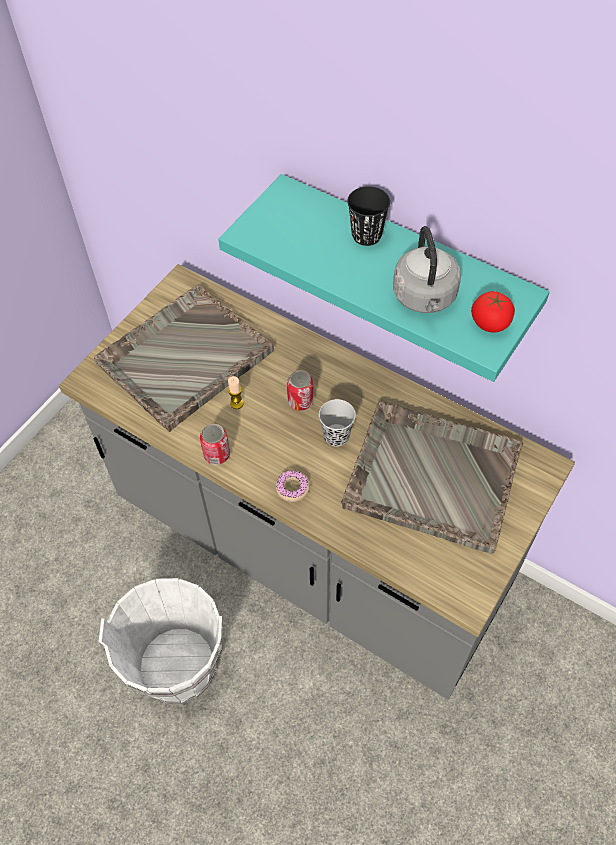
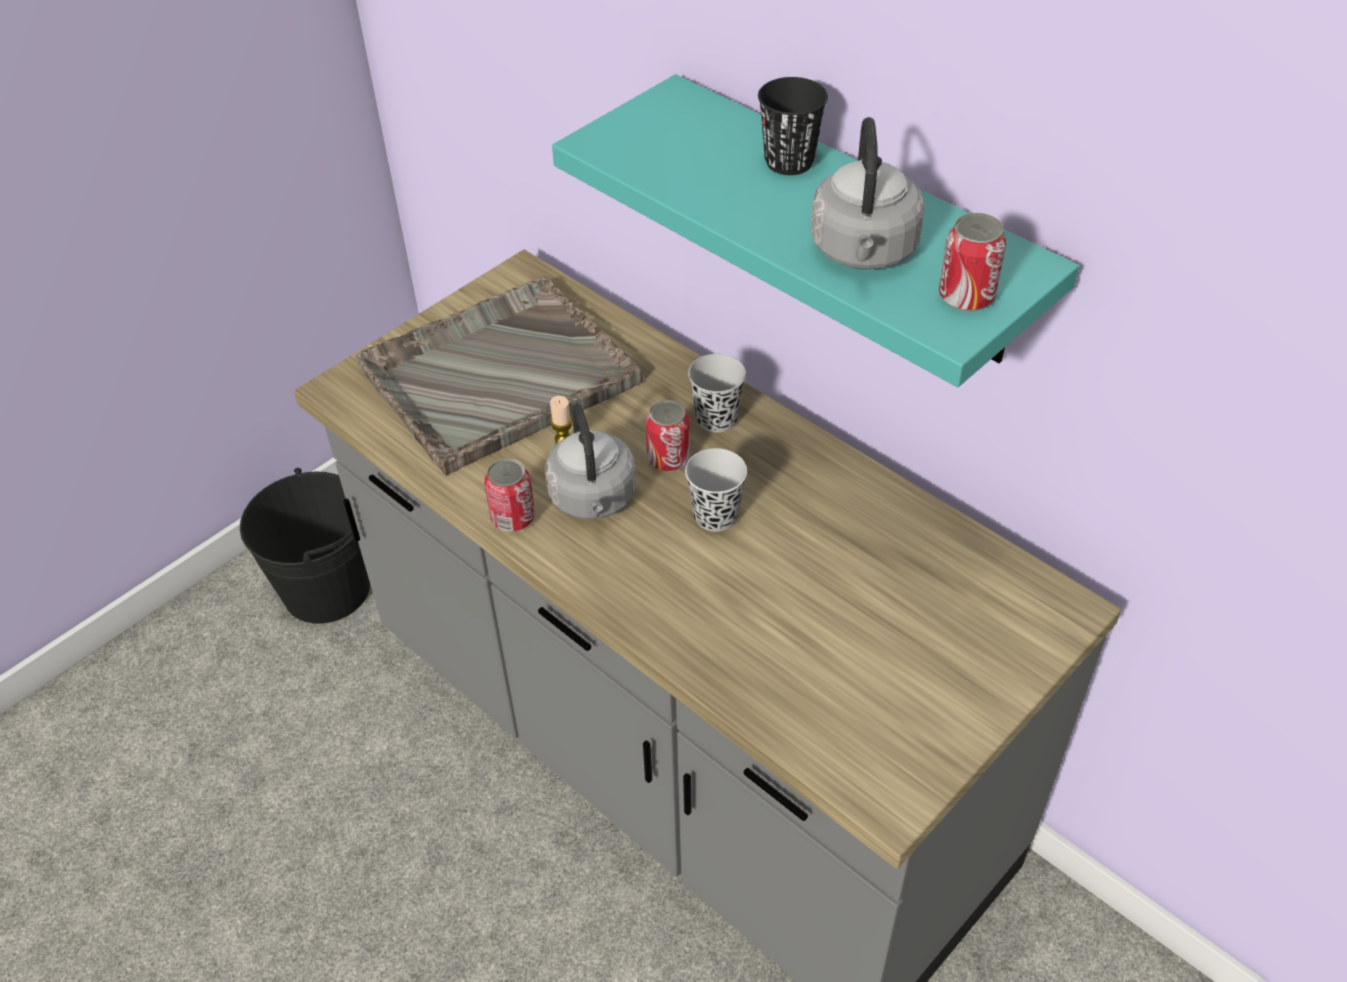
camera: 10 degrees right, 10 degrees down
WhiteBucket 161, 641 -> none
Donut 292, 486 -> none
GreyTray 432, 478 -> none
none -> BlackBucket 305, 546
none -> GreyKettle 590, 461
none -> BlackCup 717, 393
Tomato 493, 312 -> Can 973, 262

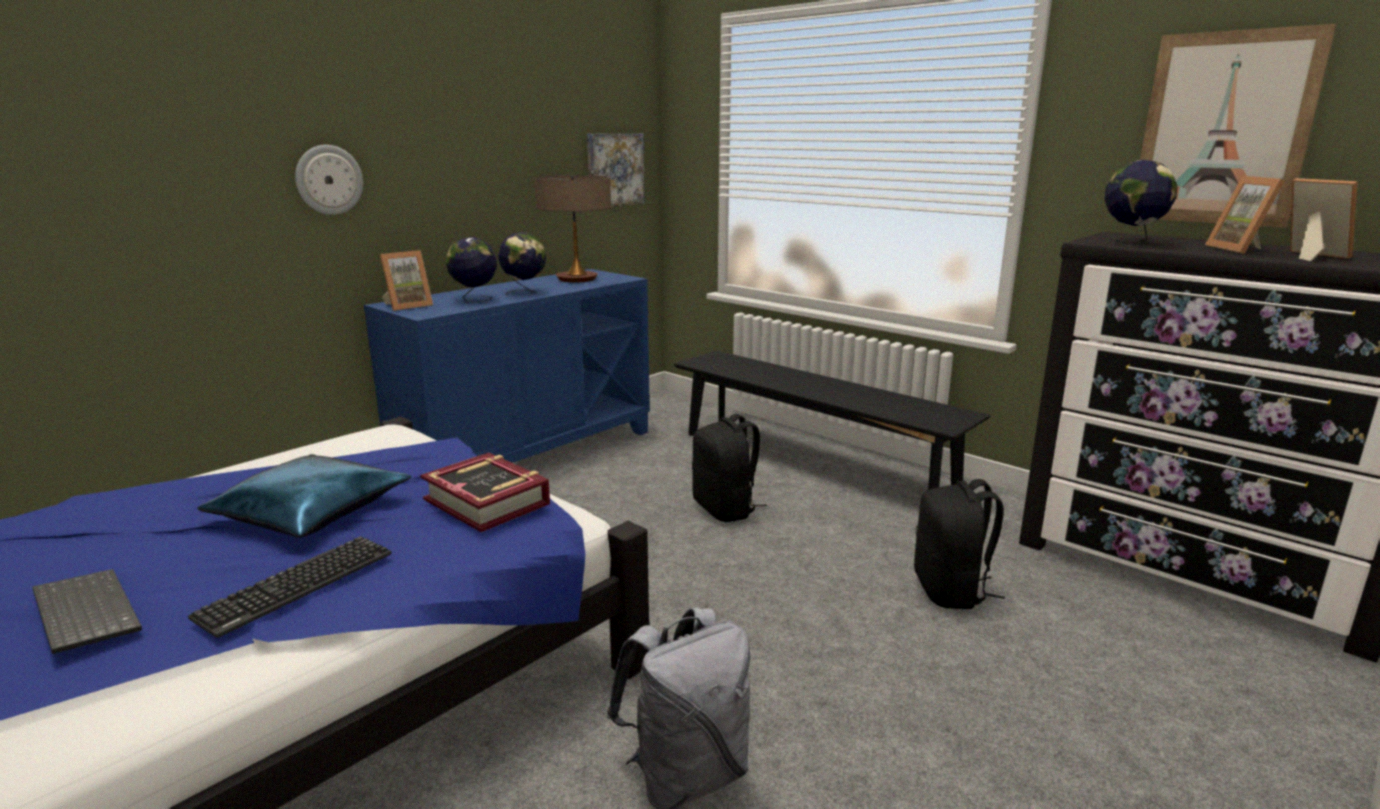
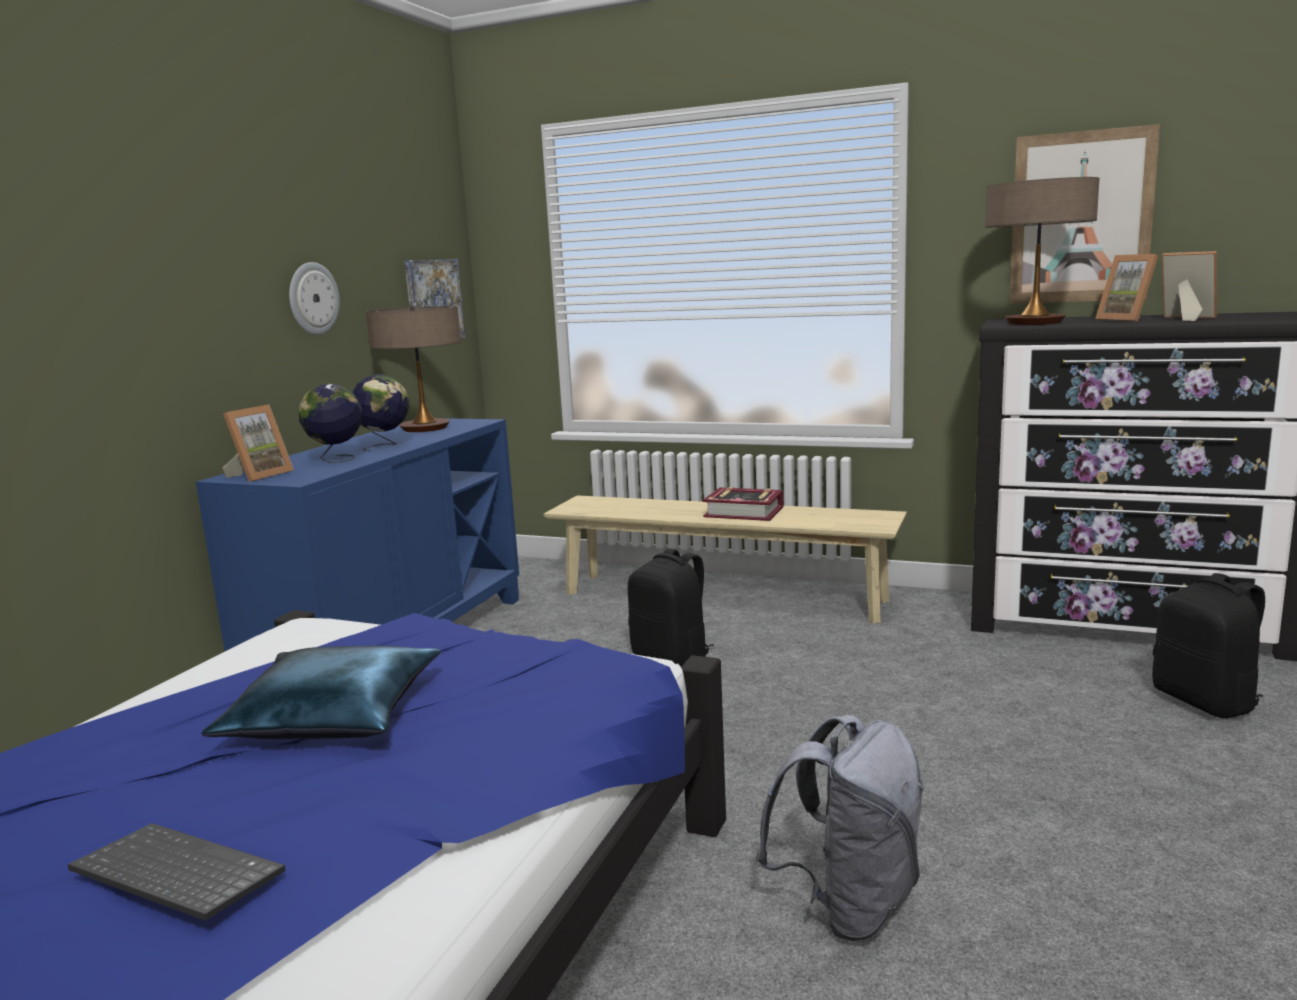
camera: 20 degrees left, 5 degrees down
Keyboard 290, 587 -> none
WallClock 329, 180 -> WallClock 314, 298, relocated
Book 485, 492 -> Book 743, 504, relocated
BlackBackpack 959, 544 -> BlackBackpack 1208, 645, relocated
Globe 1141, 203 -> TableLamp 1042, 251
BlackBench 832, 420 -> BeigeBench 725, 559

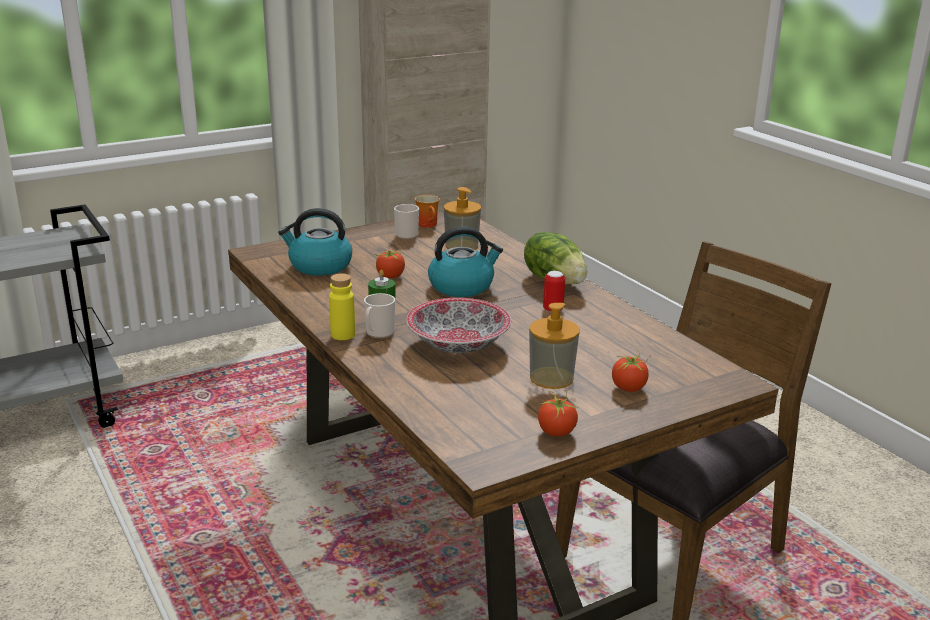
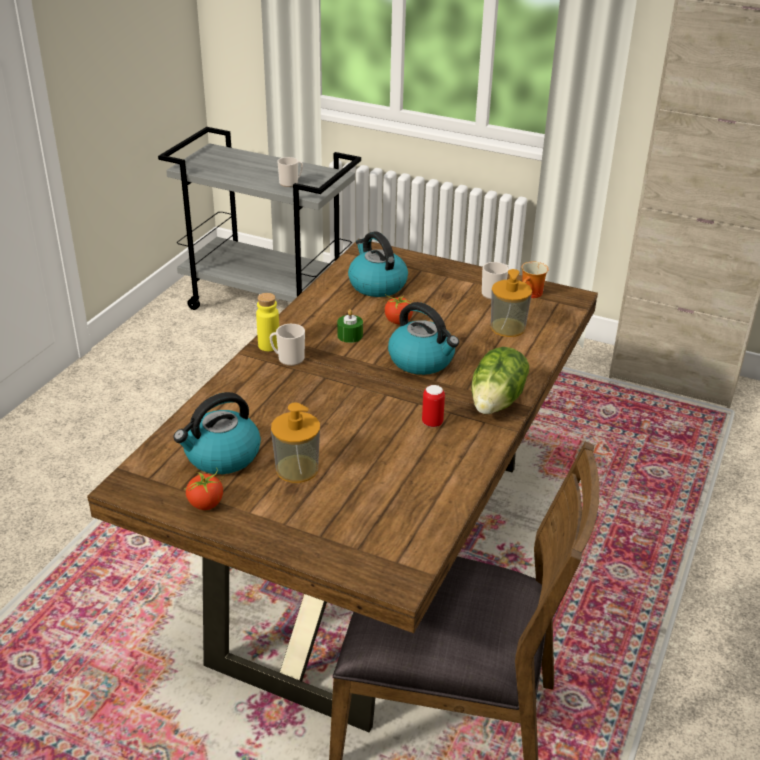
camera: 55 degrees right, 10 degrees up
Bowl 458, 325 -> none
Tomato 631, 371 -> none
none -> Kettle 217, 433
none -> Mug 290, 172

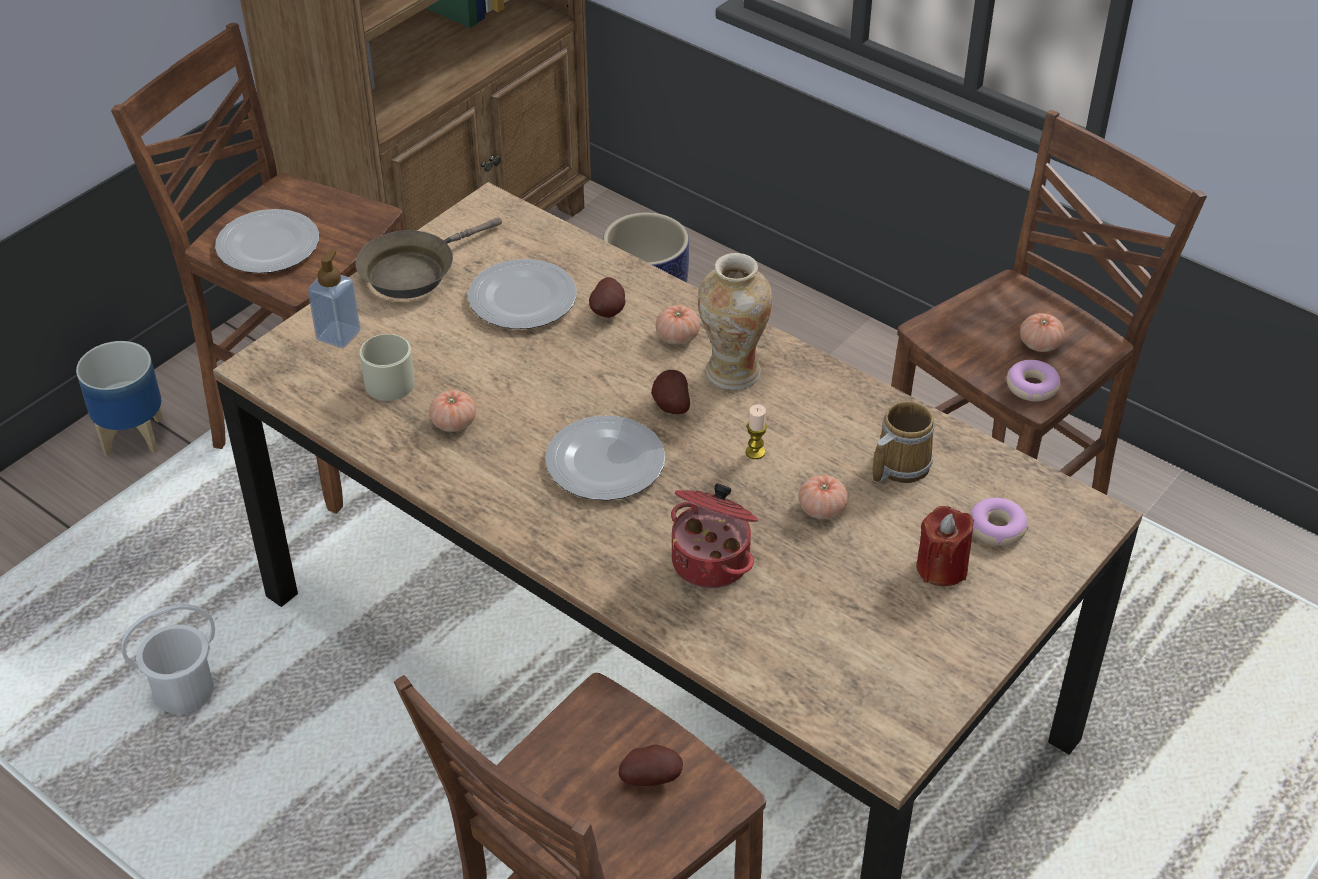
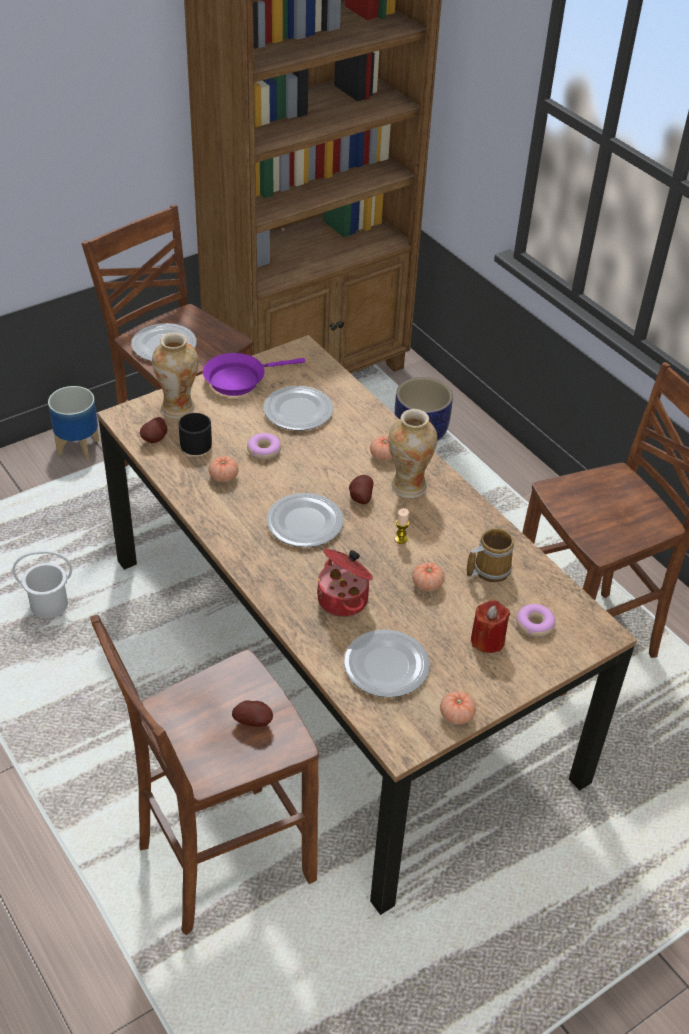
camera: 15 degrees right, 0 degrees up
none -> Plate 387, 663
Potato 607, 297 -> Potato 153, 430, relocated
Donut 1034, 380 -> Donut 264, 446, relocated
Tomato 1042, 332 -> Tomato 458, 708, relocated
SoapDispenser 334, 299 -> Vase 175, 375
BrownFryingPan 429, 258 -> PurpleFryingPan 254, 374
BeigeMug 387, 367 -> BlackMug 195, 434

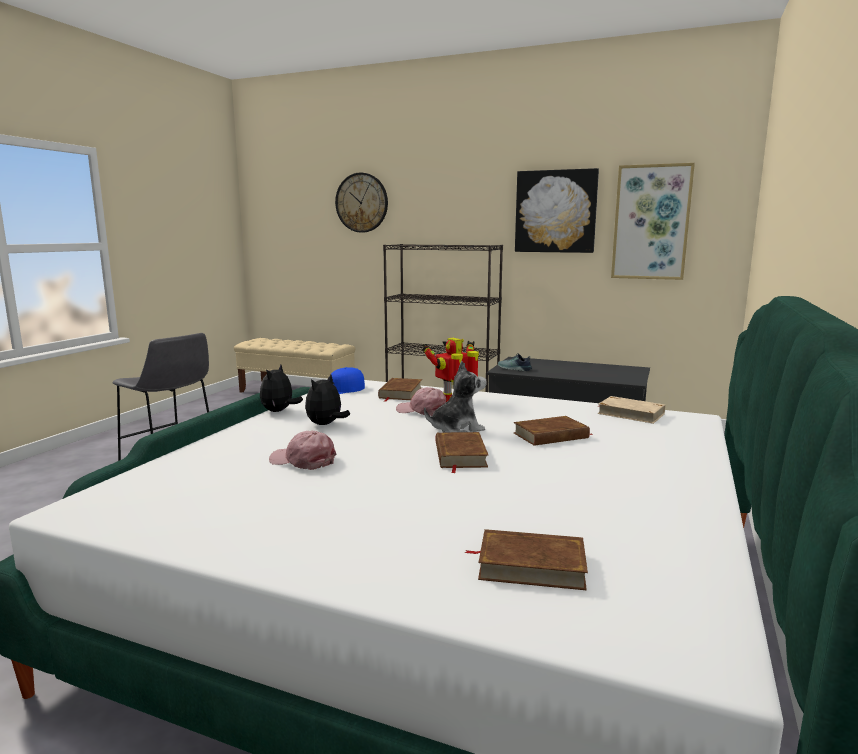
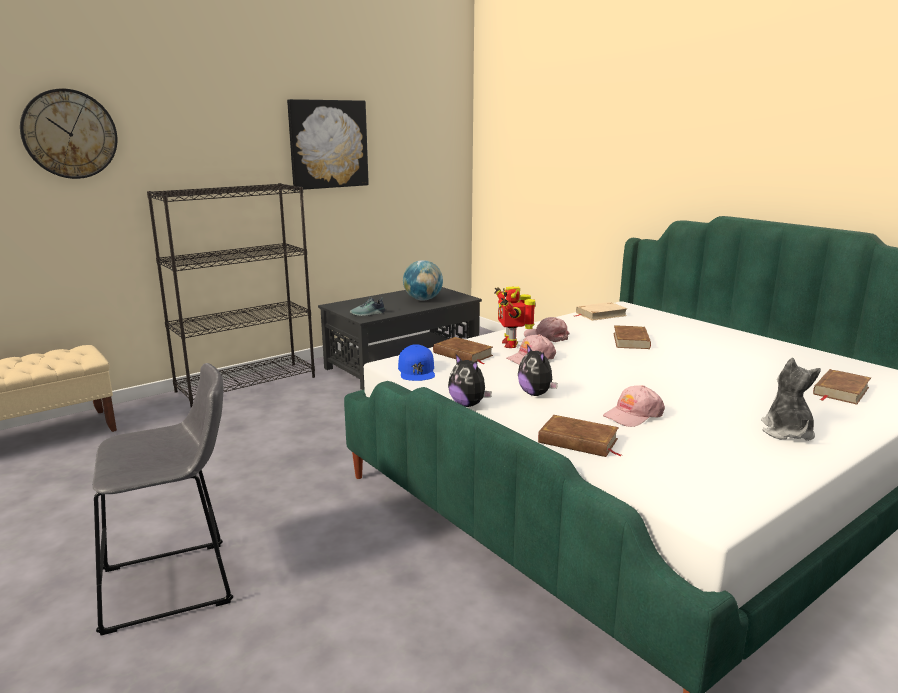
camera: 60 degrees left, 5 degrees up
Picture 653, 221 -> none
none -> Globe 423, 280
none -> PinkCap 547, 329
PlushToy 455, 396 -> PlushToy 791, 399, relocated
BrownBook 462, 452 -> BrownBook 579, 436, relocated

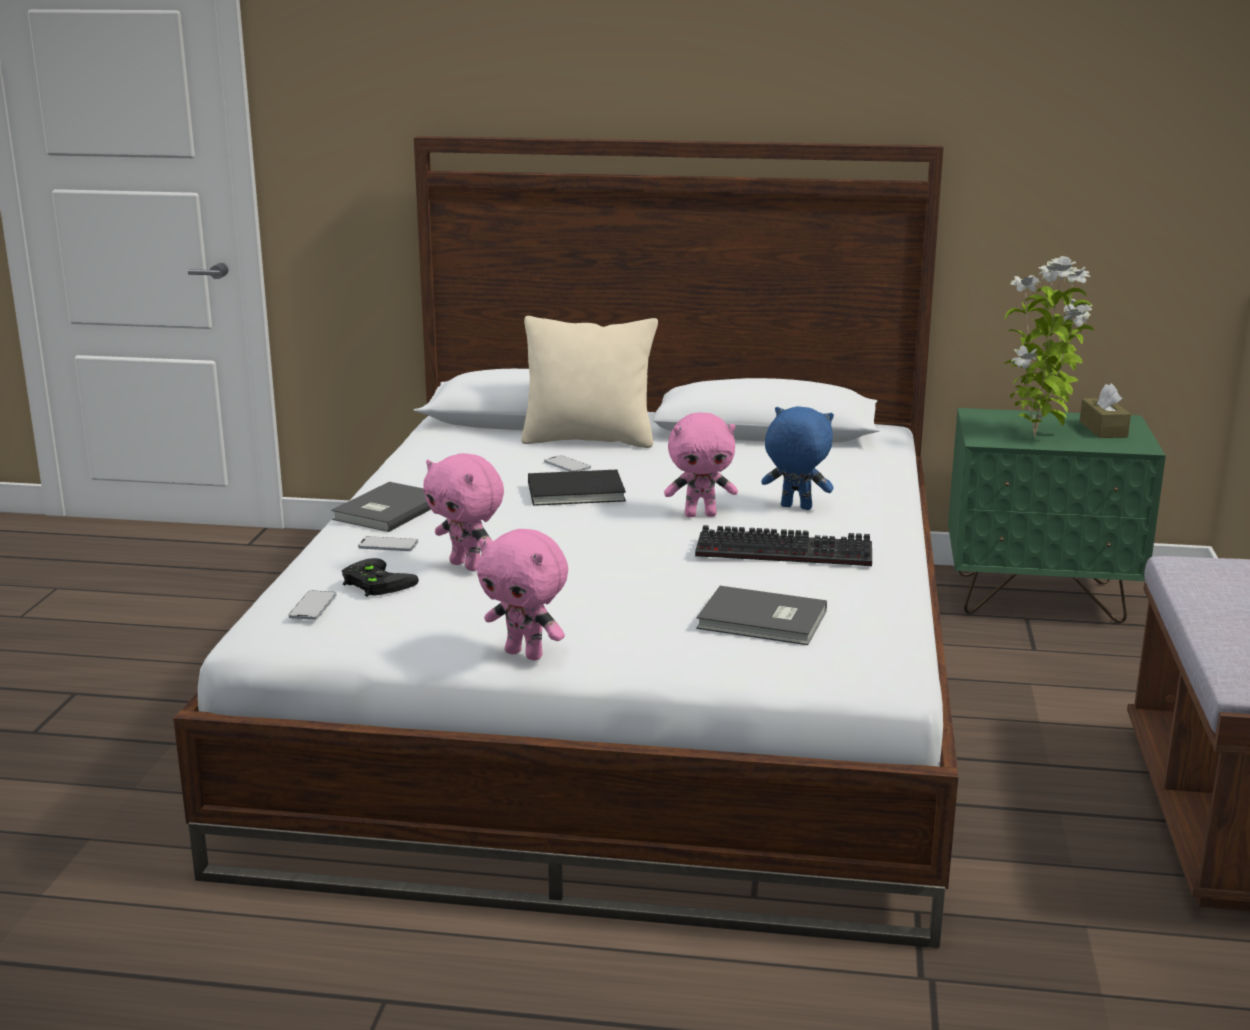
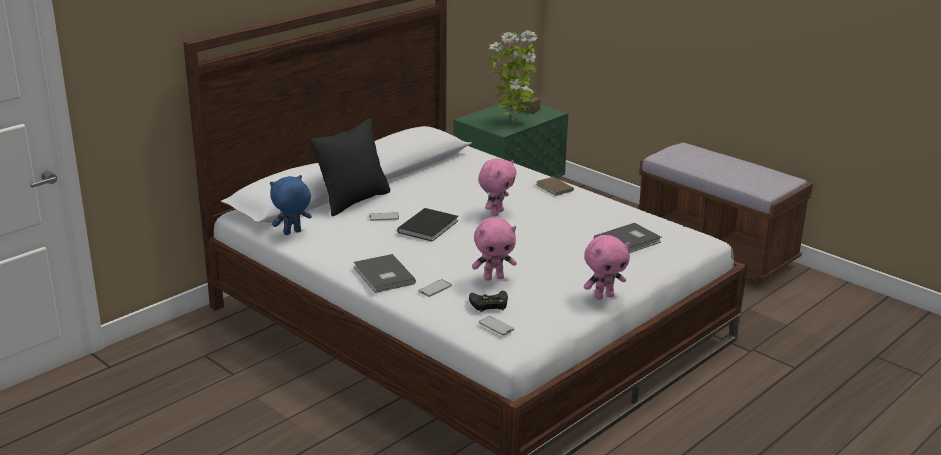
camera: 55 degrees left, 5 degrees up
Keyboard 783, 545 -> none
none -> BrownBook 555, 185
BluePlushToy 797, 458 -> BluePlushToy 291, 205, relocated
BeigePillow 589, 382 -> BlackPillow 350, 167

